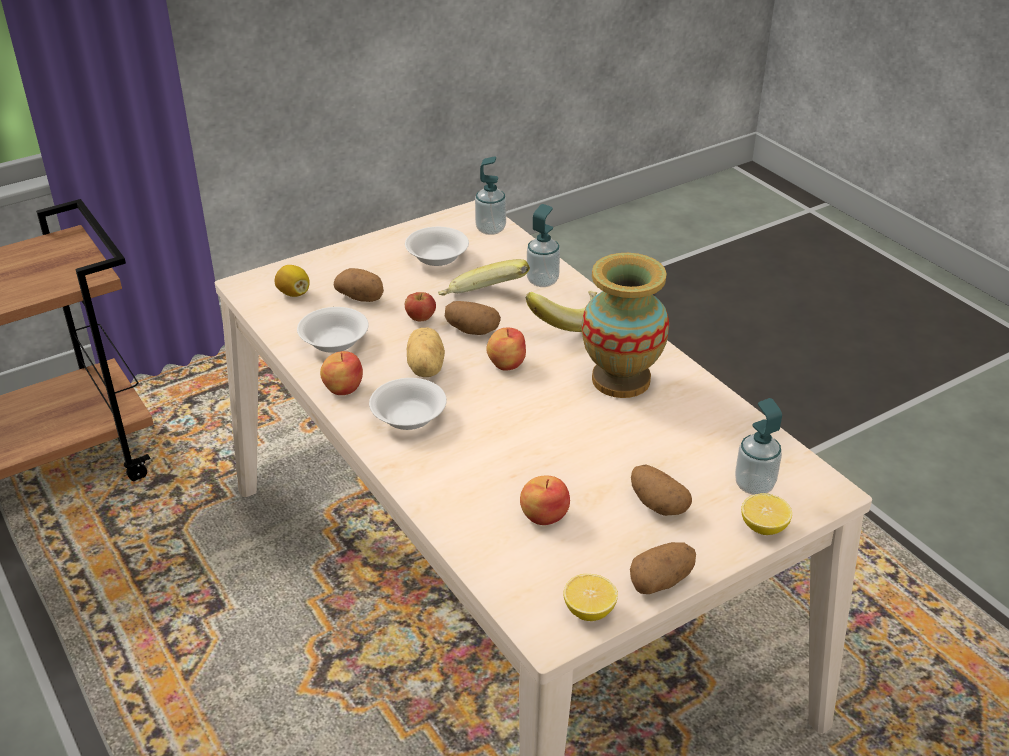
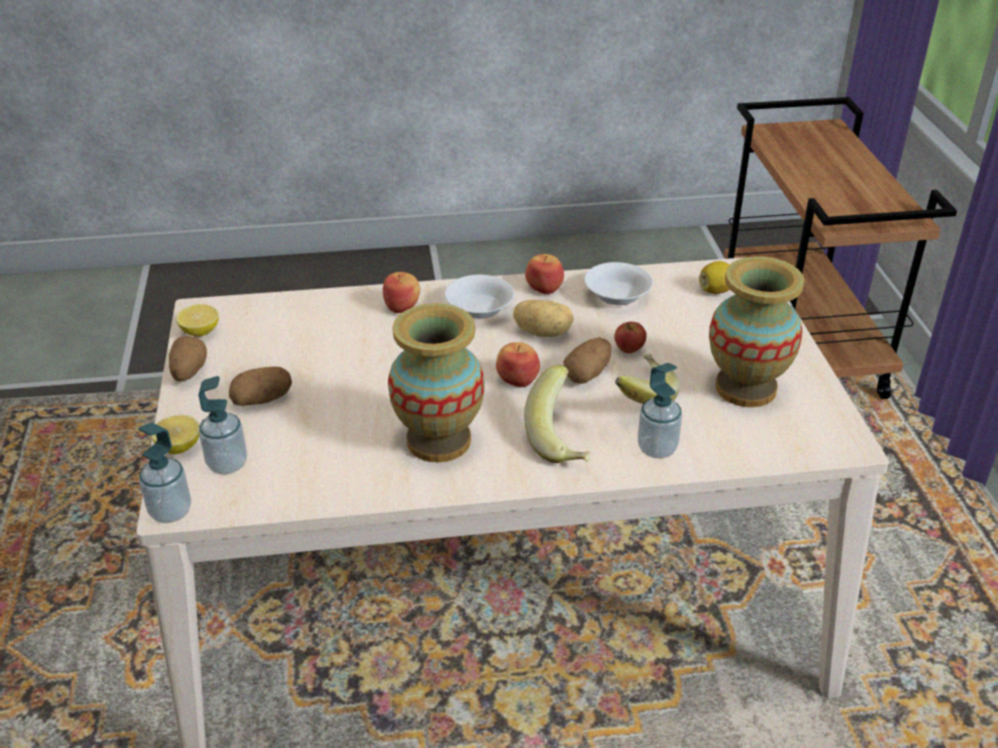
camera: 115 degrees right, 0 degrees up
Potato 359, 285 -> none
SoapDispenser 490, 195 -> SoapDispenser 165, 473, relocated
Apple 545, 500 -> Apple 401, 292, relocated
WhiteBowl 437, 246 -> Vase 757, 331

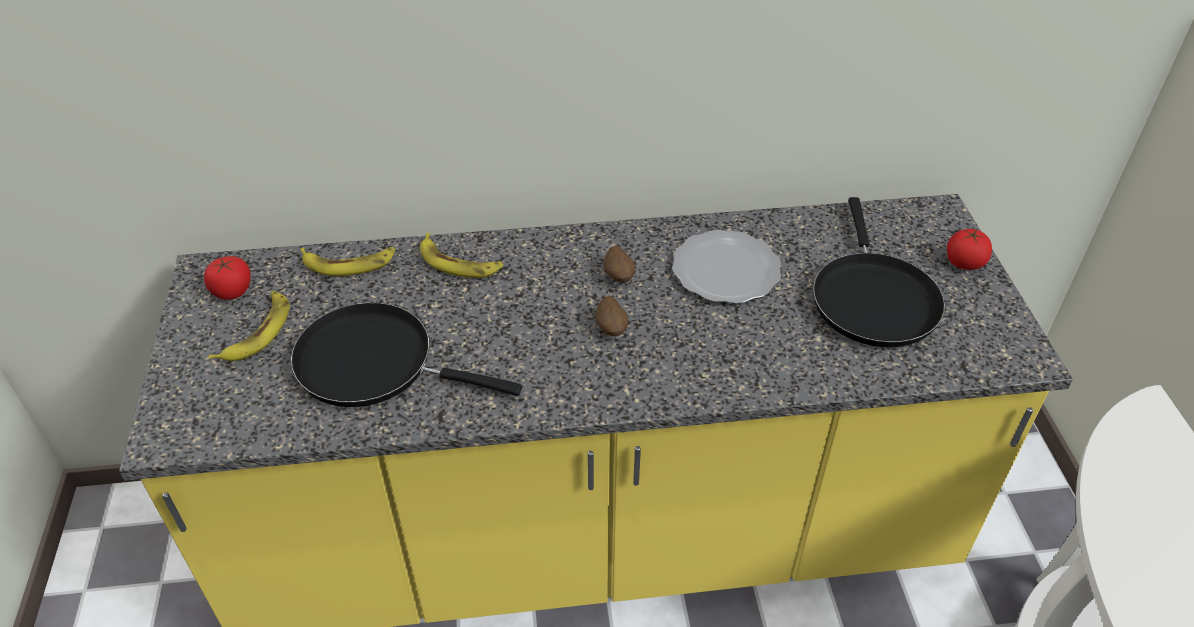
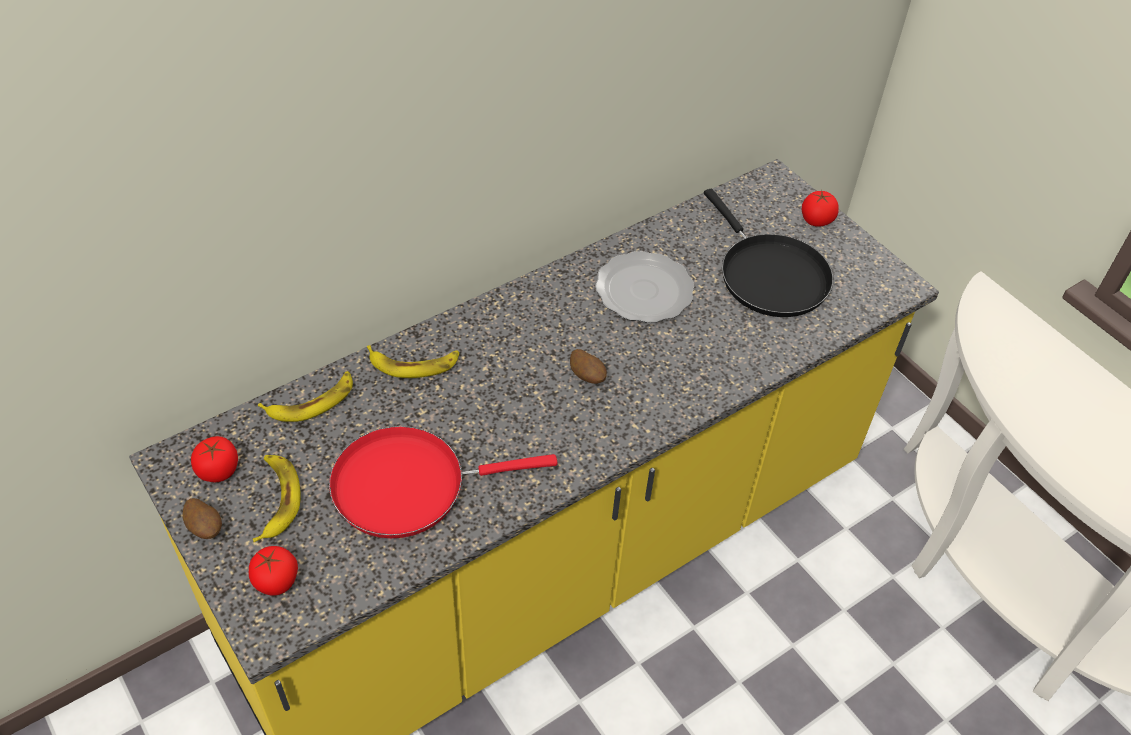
camera: 30 degrees left, 5 degrees up
none -> Tomato 273, 571
Potato 619, 264 -> Potato 202, 518, relocated
BlackFryingPan 406, 354 -> RedFryingPan 443, 482

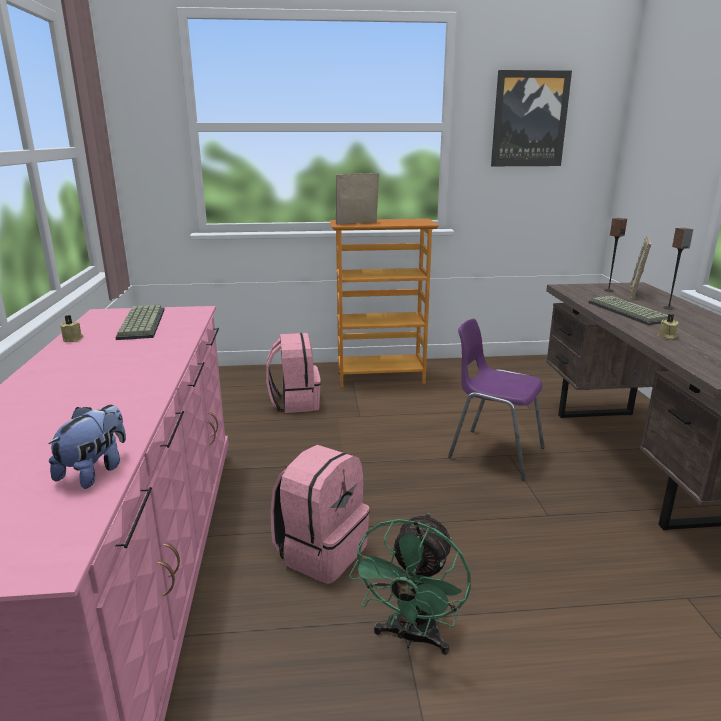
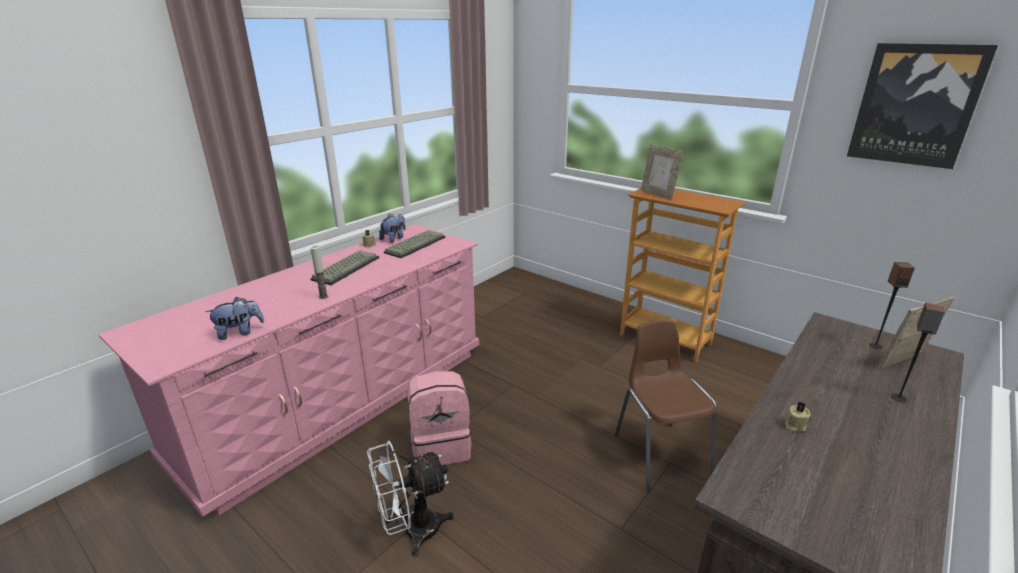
camera: 45 degrees right, 5 degrees up
PinkBackpack 293, 373 -> none
none -> Candle 319, 272
none -> PlushToy 392, 228
Keyboard 628, 310 -> Keyboard 344, 267, relocated
GreenFan 410, 584 -> WhiteFan 410, 499
PurpleChair 496, 400 -> BrownChair 666, 405
PictureFrame 357, 198 -> PictureFrame 662, 172, 150 degrees counterclockwise

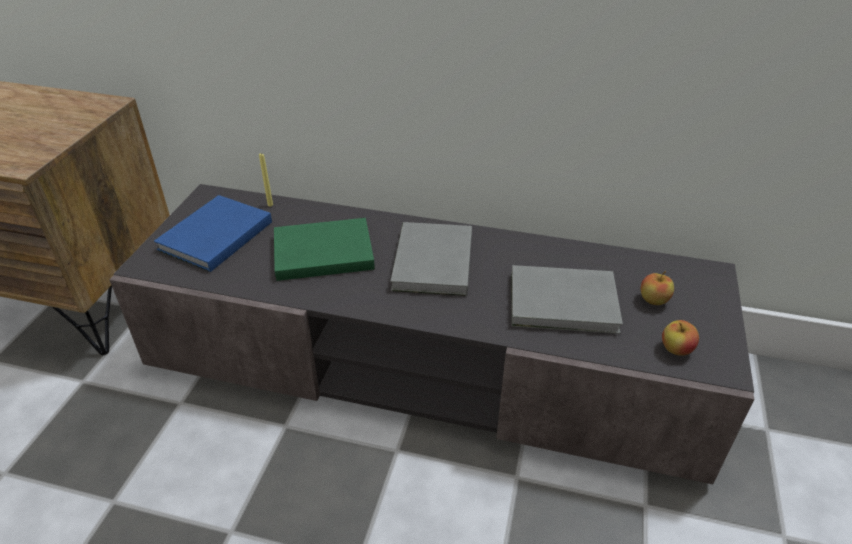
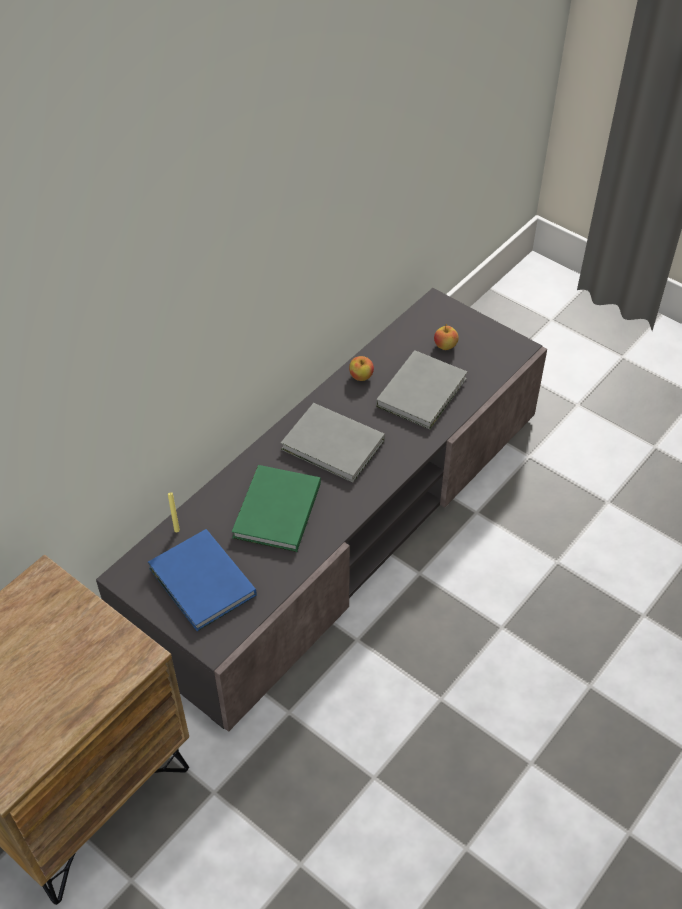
camera: 65 degrees left, 10 degrees up
Apple 680, 338 -> Apple 361, 368, relocated

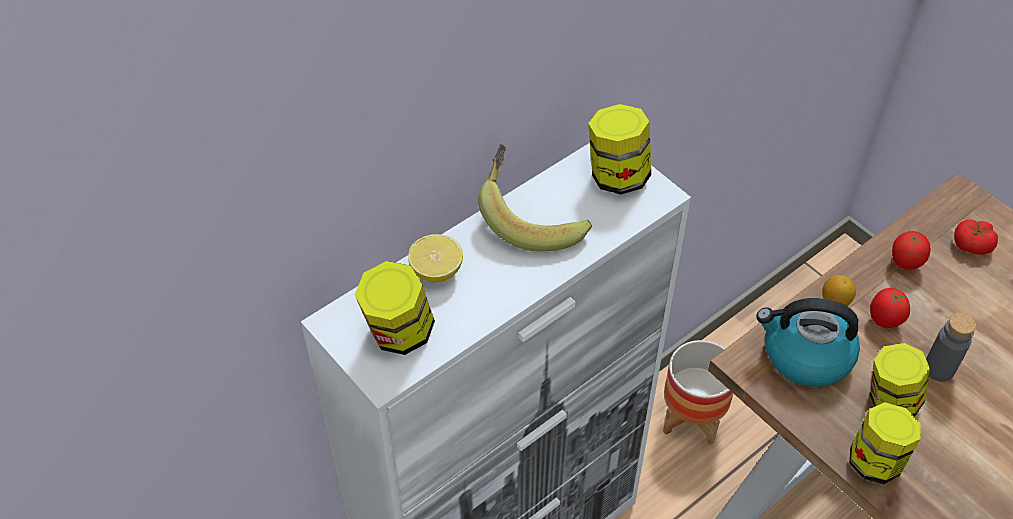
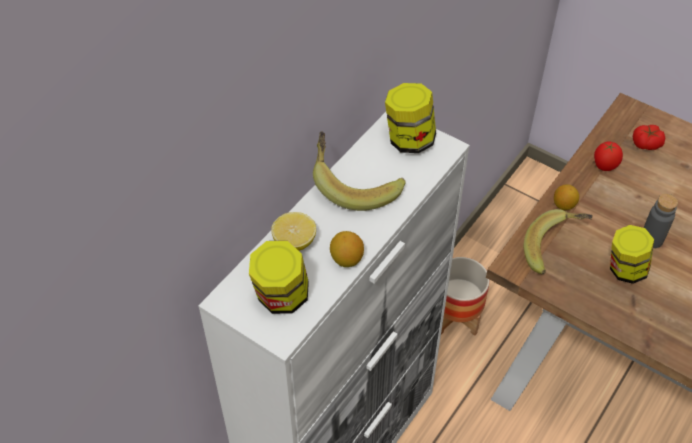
camera: 15 degrees left, 0 degrees up
Jar 885, 443 -> none
Tomato 890, 308 -> none
none -> Lemon 347, 249
Kettle 808, 342 -> Banana 558, 241

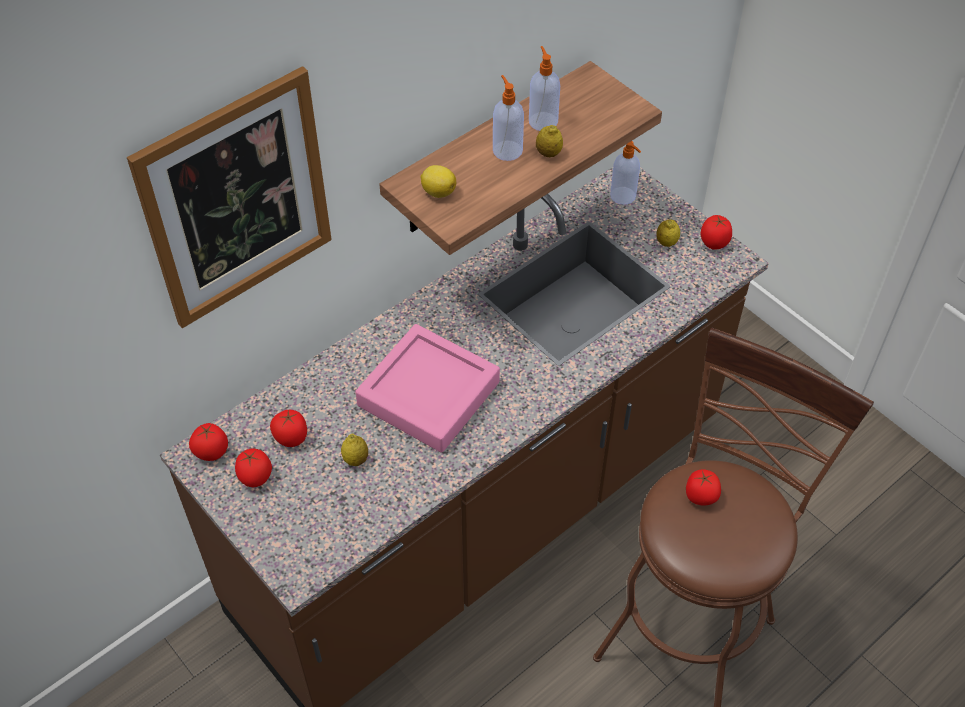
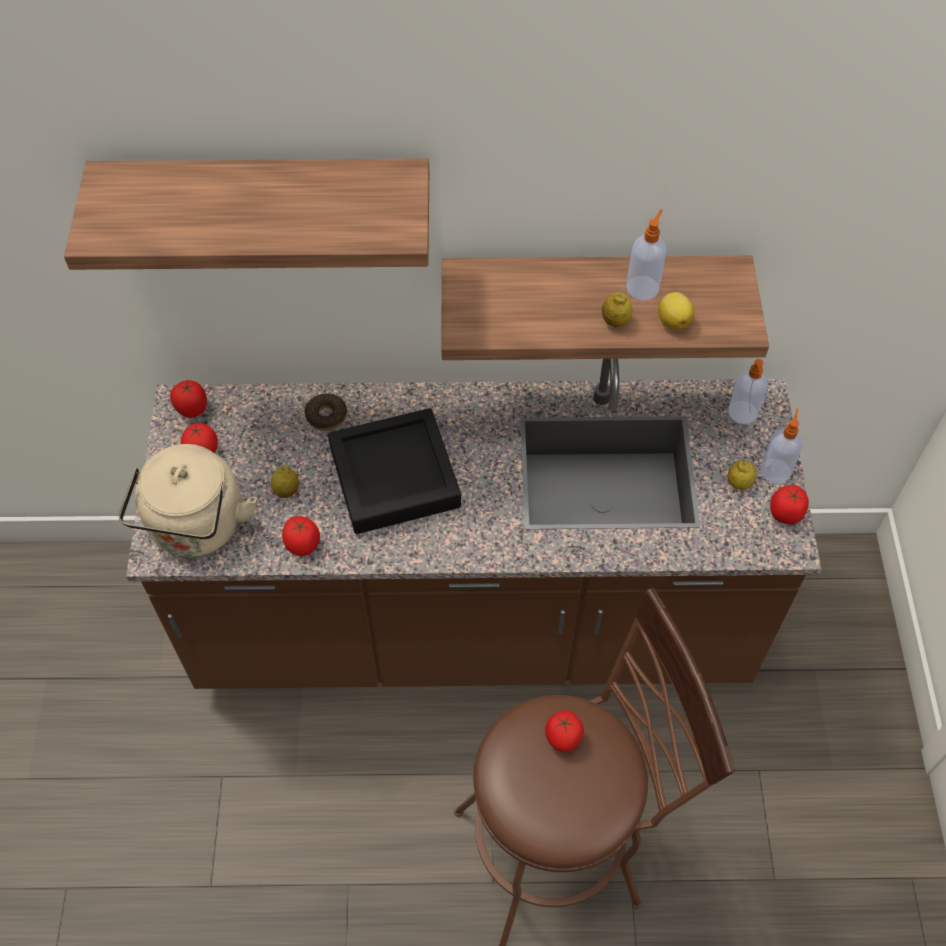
camera: 40 degrees right, 5 degrees up
none -> BeigeKettle 187, 500
none -> Donut 326, 412
Tomato 288, 428 -> Tomato 301, 536, relocated
Lemon 438, 181 -> Lemon 676, 311, relocated
SoapDispenser 508, 118 -> SoapDispenser 781, 446, relocated
Picture 229, 197 -> Shelf 246, 214
PinkTray 427, 388 -> BlackTray 394, 471

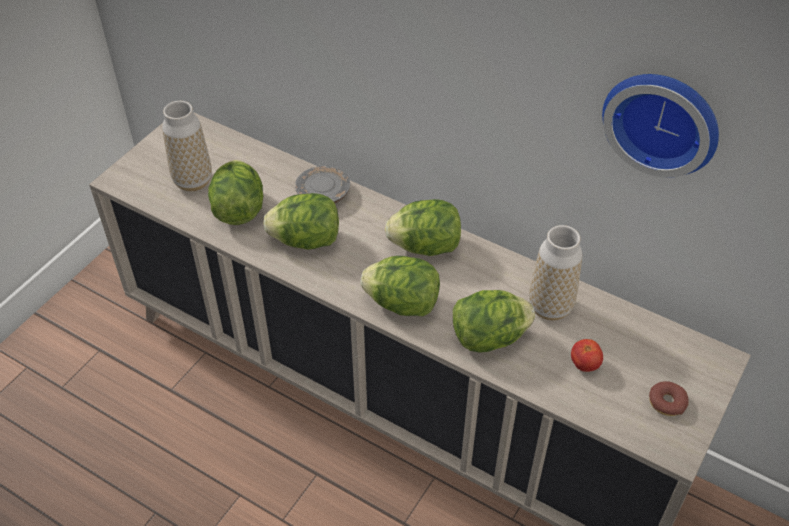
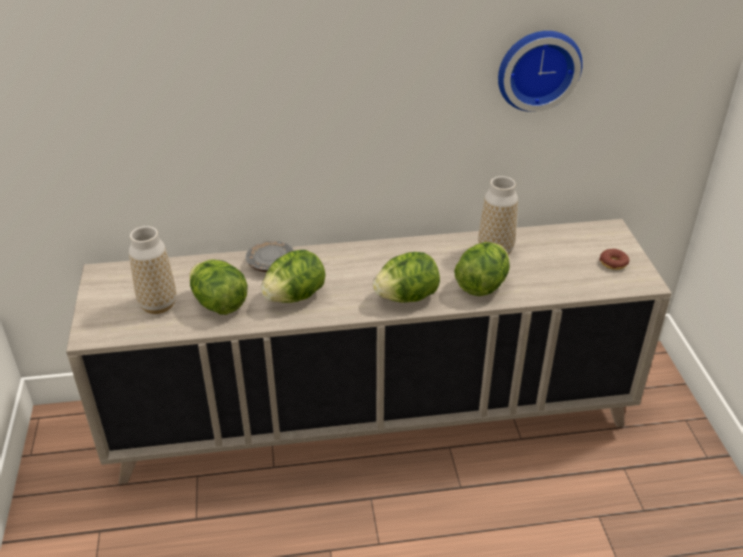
camera: 40 degrees left, 10 degrees down
Lettuce 423, 227 -> none
Tomato 587, 355 -> none

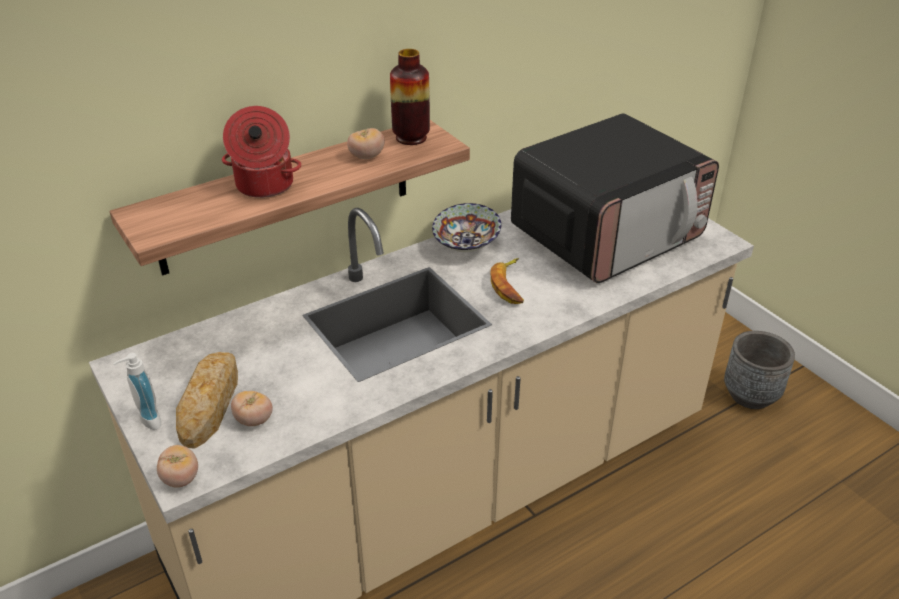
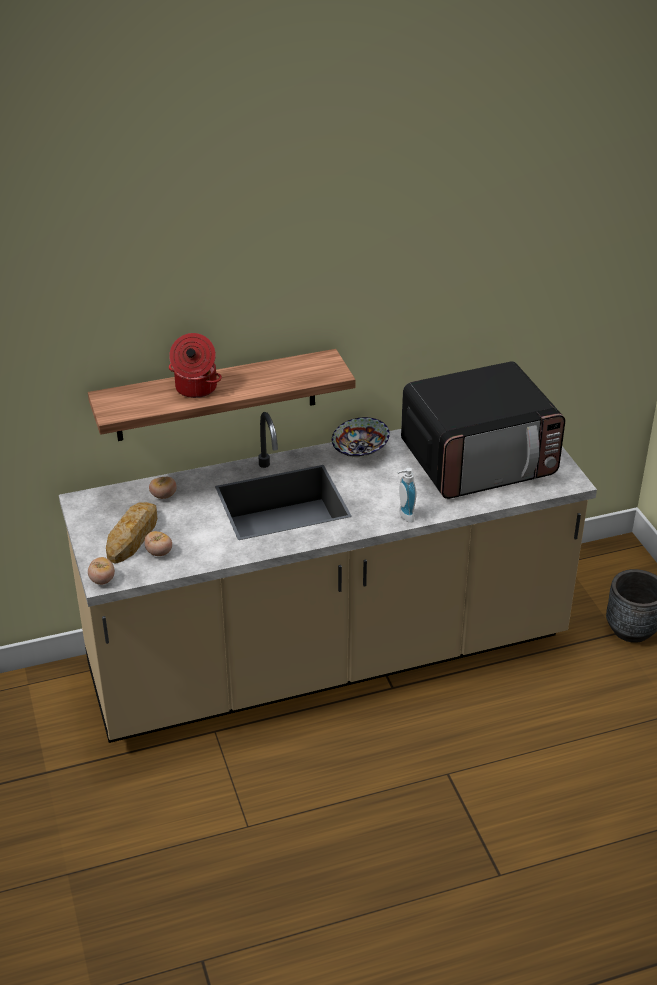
camera: 15 degrees right, 0 degrees up
Vase 410, 97 -> none
Banana 507, 281 -> none
SoapDispenser 137, 391 -> SoapDispenser 407, 495, relocated
Tomato 366, 143 -> Tomato 163, 487, relocated

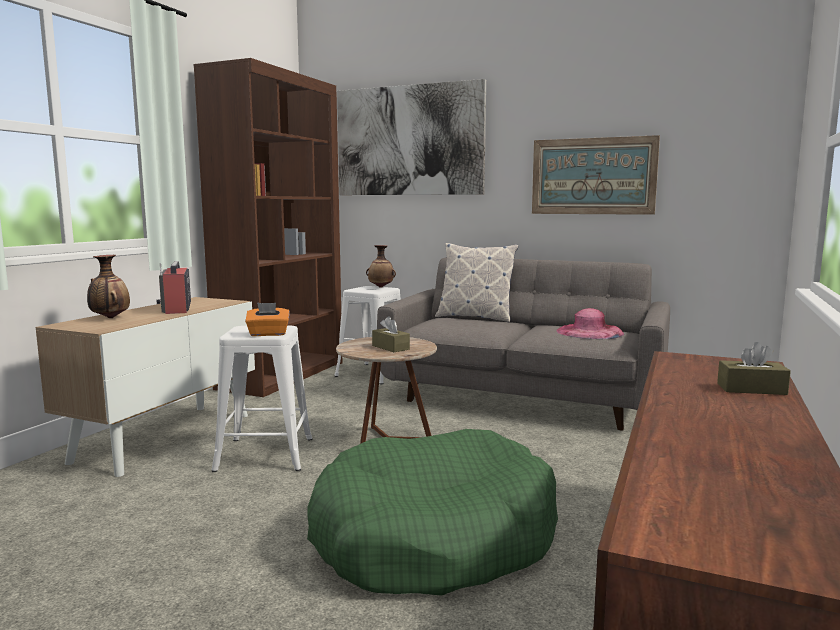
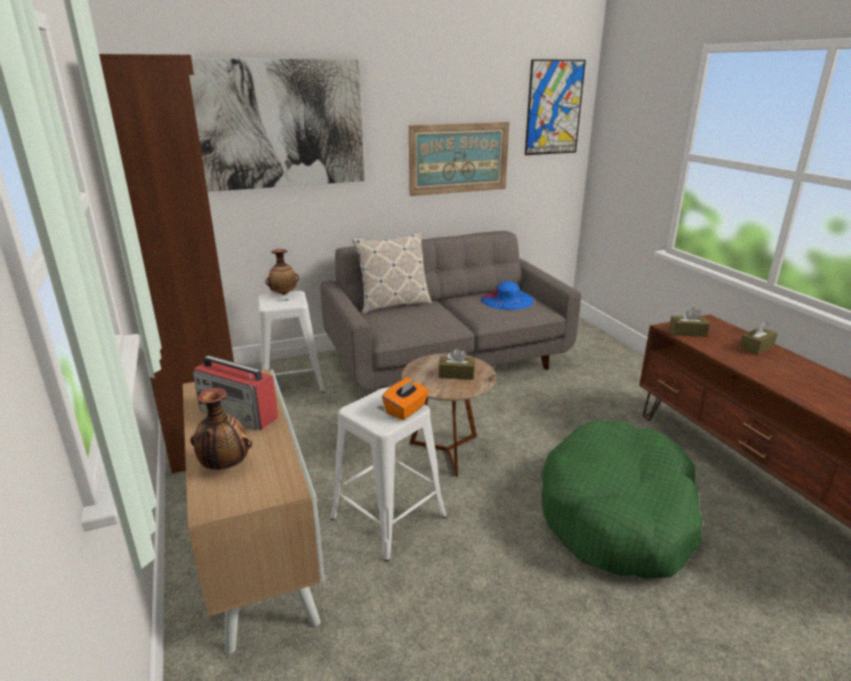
camera: 45 degrees left, 15 degrees up
none -> Picture 555, 107
none -> BrownTissueBox 689, 322
PinkHat 590, 323 -> BlueHat 508, 295

